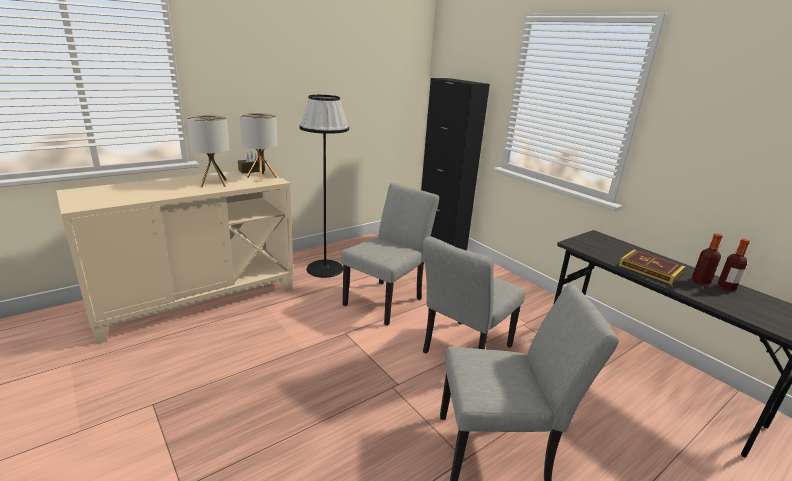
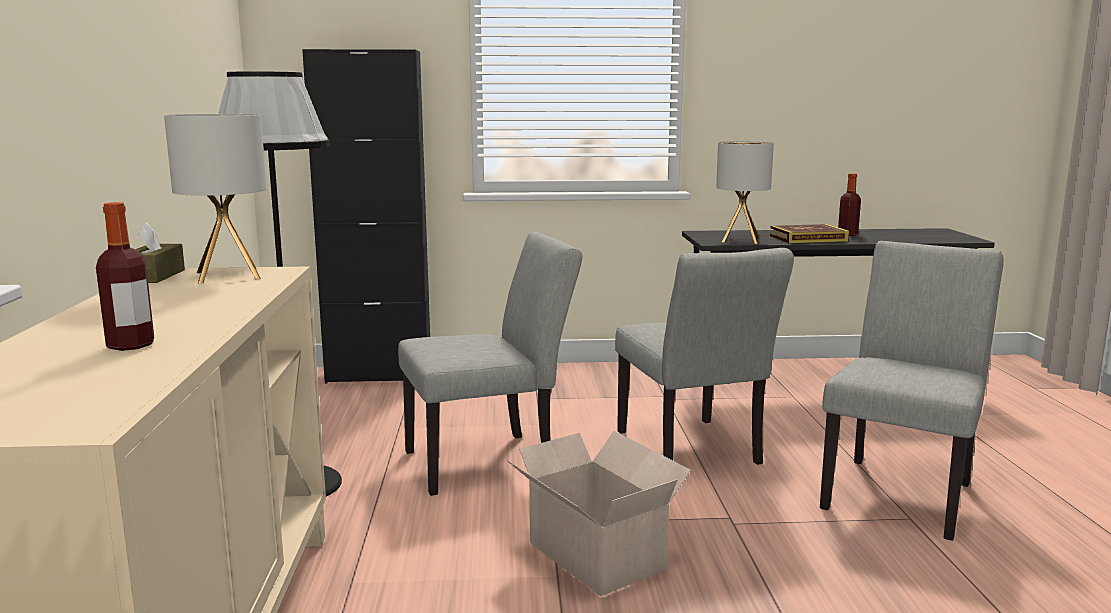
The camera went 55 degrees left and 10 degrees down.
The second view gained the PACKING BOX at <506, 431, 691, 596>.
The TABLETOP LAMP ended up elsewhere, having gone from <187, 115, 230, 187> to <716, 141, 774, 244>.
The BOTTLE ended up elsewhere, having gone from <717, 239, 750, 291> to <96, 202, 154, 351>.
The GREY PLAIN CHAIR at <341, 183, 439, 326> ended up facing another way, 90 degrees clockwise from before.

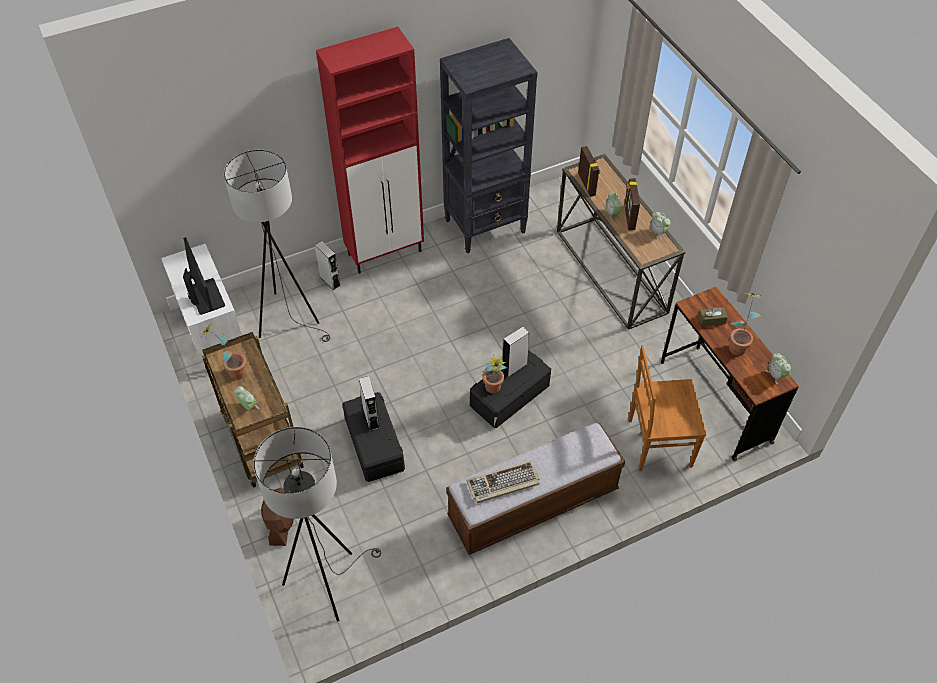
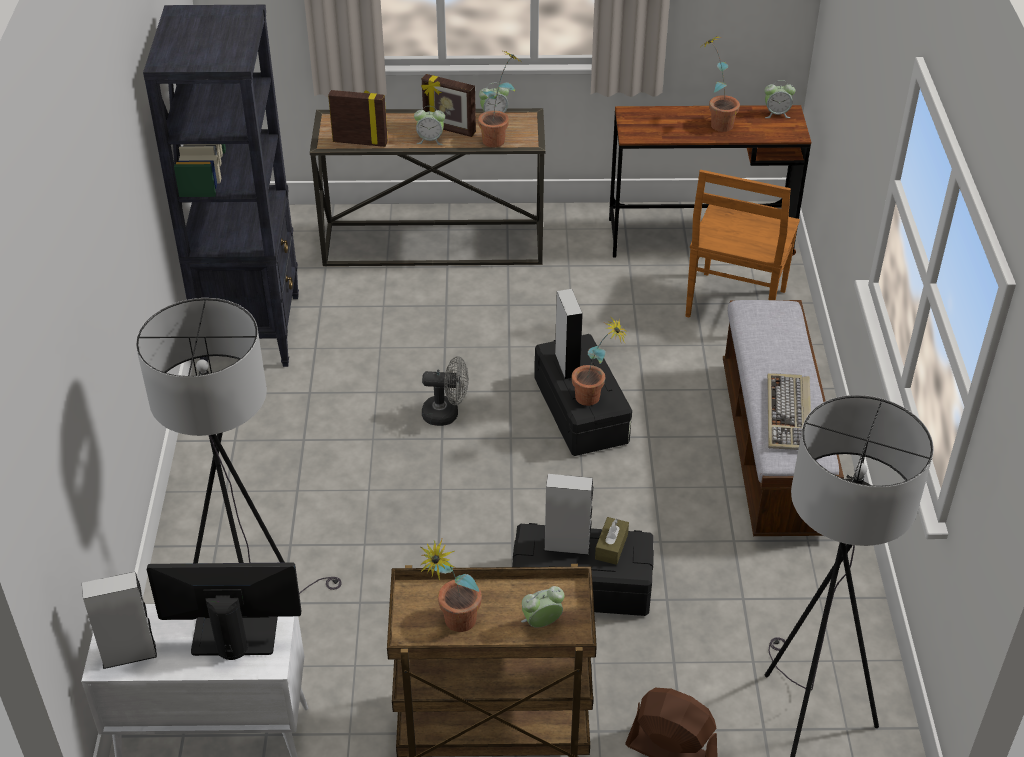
The camera went 65 degrees left and 10 degrees down.
The second view lost the RED-COLOURED STORAGE CABINET at <316, 27, 424, 274>.
The second view gained the GREY COOLING FAN at <422, 356, 469, 426>.
The second view gained the HOUSEPLANT at <478, 51, 520, 147>.
The GREY LOUDSPEAKER ended up elsewhere, having gone from <315, 241, 341, 290> to <82, 572, 157, 669>.
The BROWN TISSUE HOLDER ended up elsewhere, having gone from <698, 307, 728, 326> to <595, 517, 629, 565>.

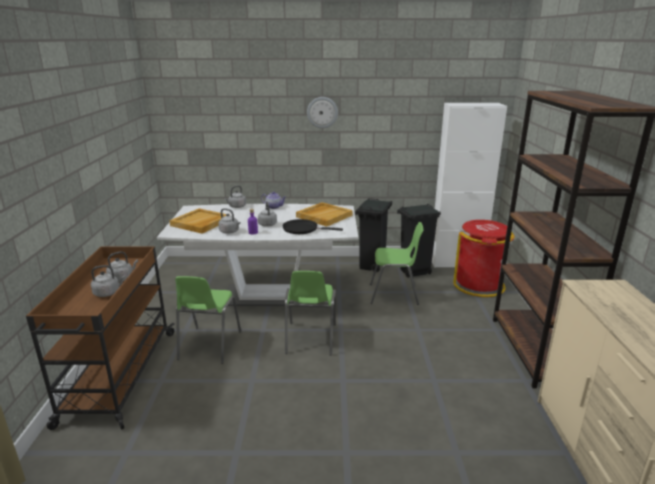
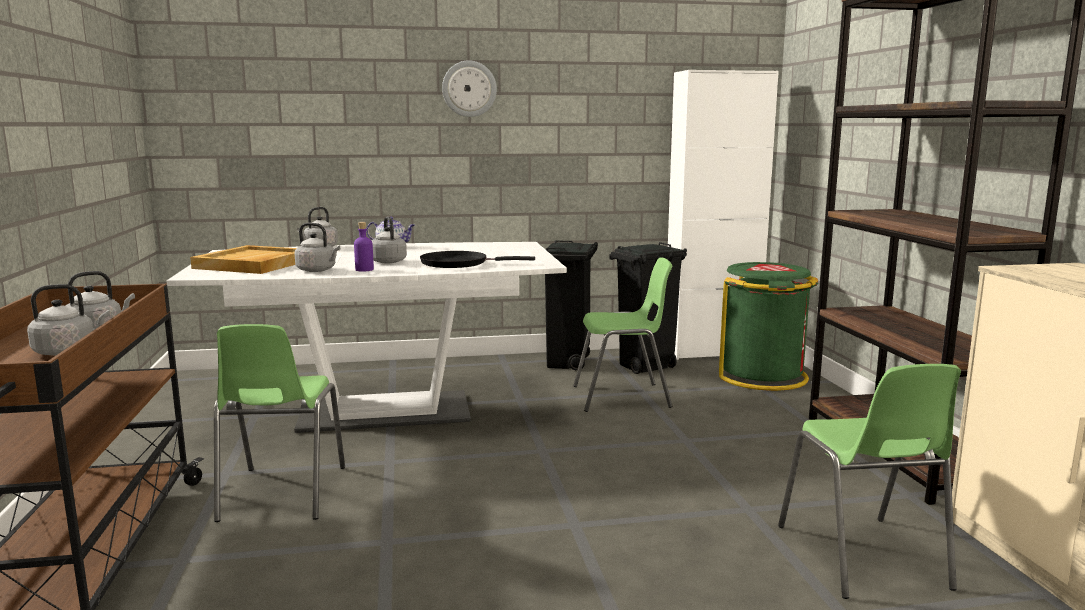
The camera went 10 degrees left and 10 degrees down.
The second view lost the BEIGE-COLOURED SERVING TRAY at <296, 202, 353, 227>.
The GREENISH PLAIN CHAIR ended up elsewhere, having gone from <285, 271, 336, 356> to <778, 364, 961, 599>.
What was the RED-COLOURED RUBBISH BIN at <453, 220, 515, 297> turned into the GREENISH RUBBISH BIN at <719, 262, 818, 391>.

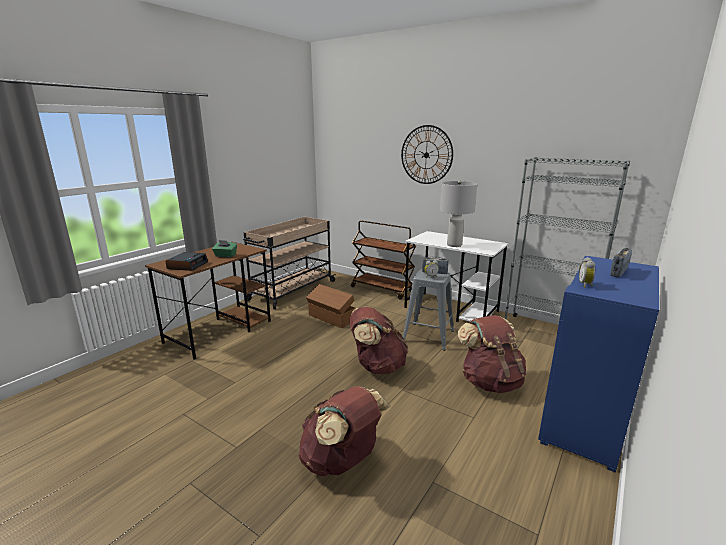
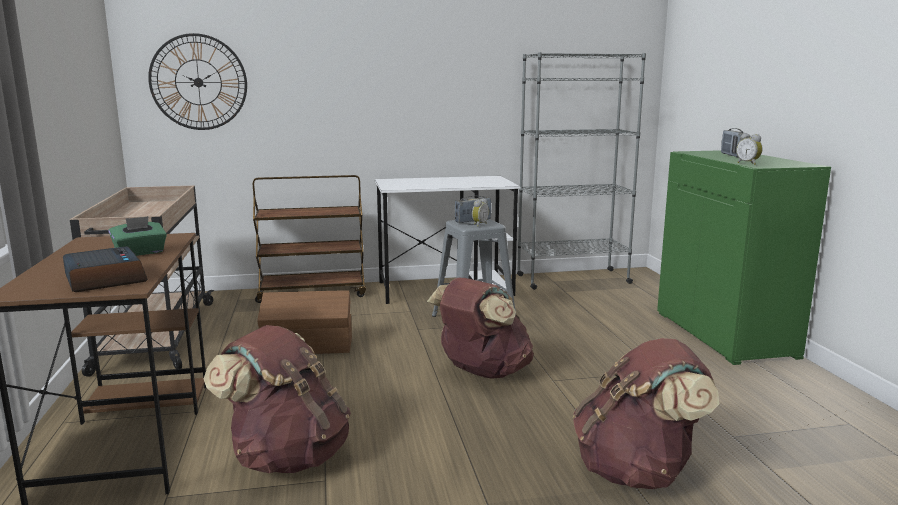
The camera went 45 degrees left and 5 degrees down.
The second view lost the GREY TABLETOP LAMP at <440, 180, 477, 247>.
The CLOCK ON THE WALL ended up elsewhere, having gone from <401, 125, 453, 184> to <148, 33, 247, 130>.
The BROWN KNAPSACK ended up elsewhere, having gone from <458, 315, 526, 394> to <204, 325, 351, 473>.
What was the BLUISH STORAGE CABINET at <538, 256, 659, 473> turned into the GREENISH STORAGE CABINET at <657, 150, 831, 365>.

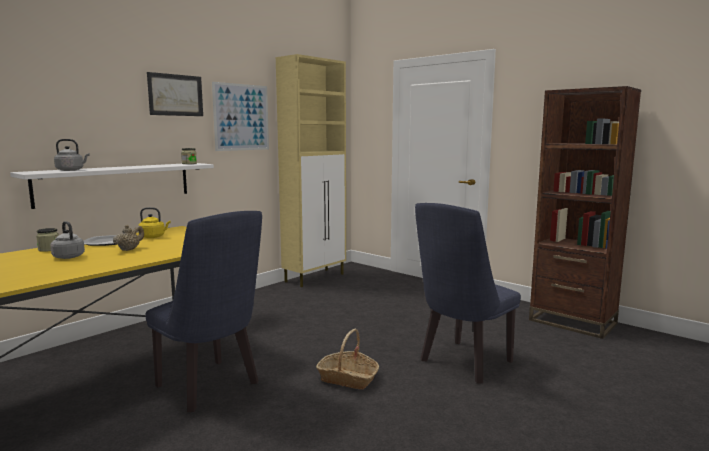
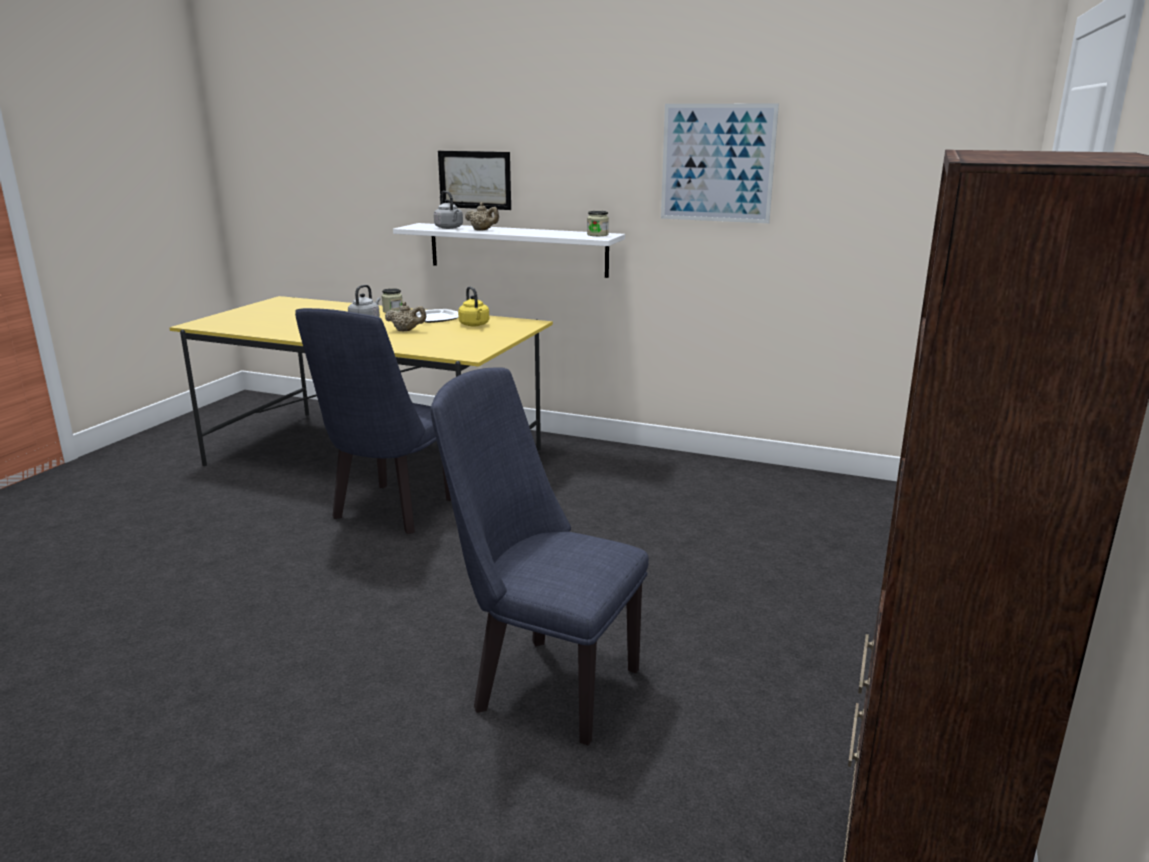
The camera went 70 degrees right and 10 degrees up.
The second view lost the BEIGE-COLOURED STORAGE CABINET at <276, 54, 346, 287>.
The second view lost the STORAGE BASKET at <316, 329, 379, 390>.
The second view gained the BEIGE-COLOURED TEAPOT at <465, 202, 499, 231>.
The WALL PICTURE ended up elsewhere, having gone from <147, 72, 203, 116> to <438, 151, 511, 210>.

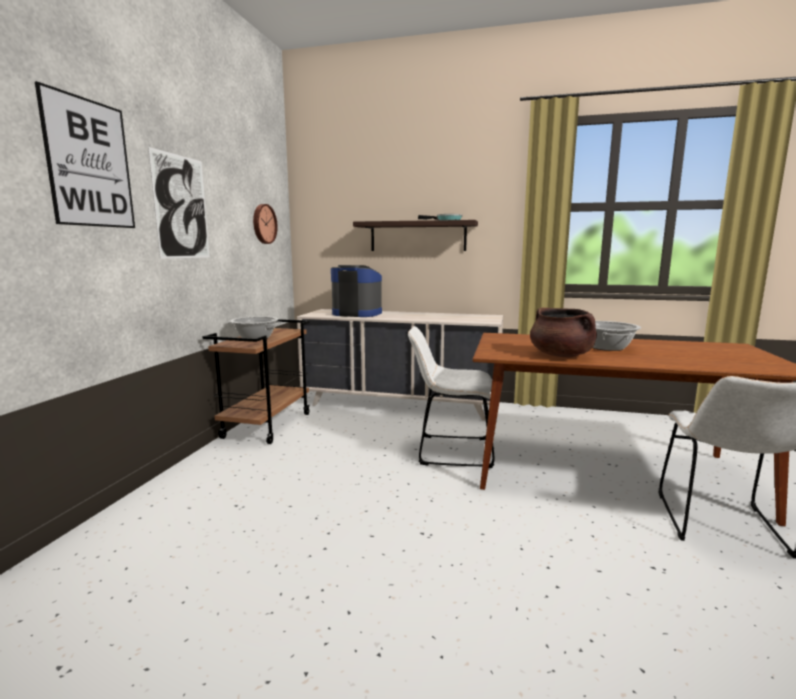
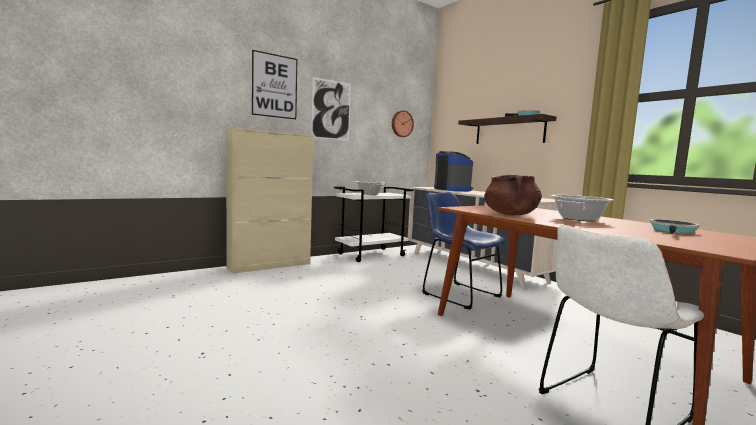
The camera went 40 degrees right and 5 degrees down.
The second view gained the BEIGE-COLOURED STORAGE CABINET at <226, 128, 313, 274>.
The second view gained the PAN at <650, 219, 699, 234>.
What was the BROWN TROLLEY at <202, 319, 310, 444> turned into the WHITISH TROLLEY at <334, 187, 414, 262>.
What was the WHITISH PLAIN CHAIR at <408, 326, 495, 468> turned into the BLUISH PLAIN CHAIR at <422, 192, 506, 310>.

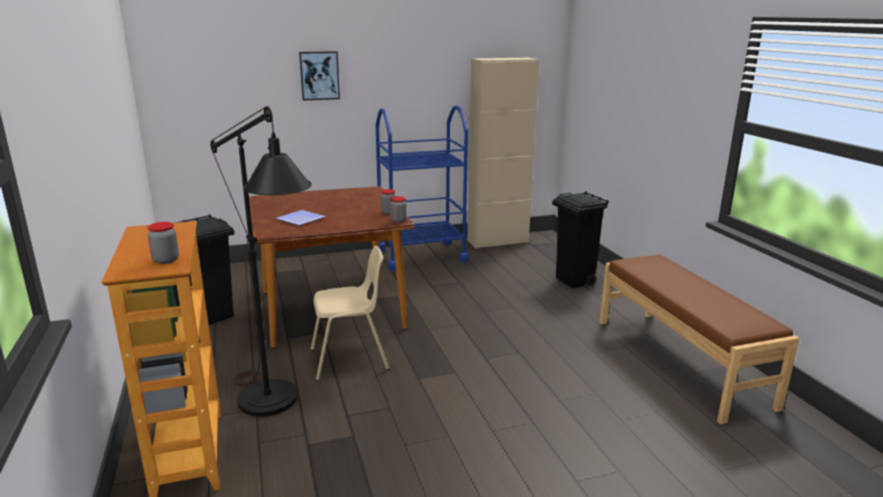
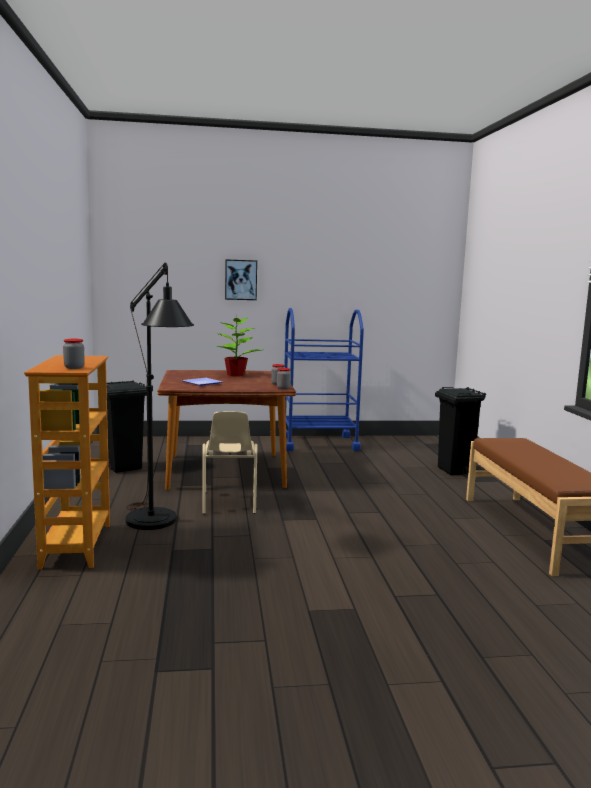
The camera went 10 degrees right and 10 degrees down.
The second view lost the BEIGE-COLOURED STORAGE CABINET at <467, 58, 539, 249>.
The second view gained the HOUSEPLANT at <216, 316, 262, 377>.
The BEIGE-COLOURED PLAIN CHAIR at <311, 246, 390, 381> ended up facing another way, 90 degrees clockwise from before.

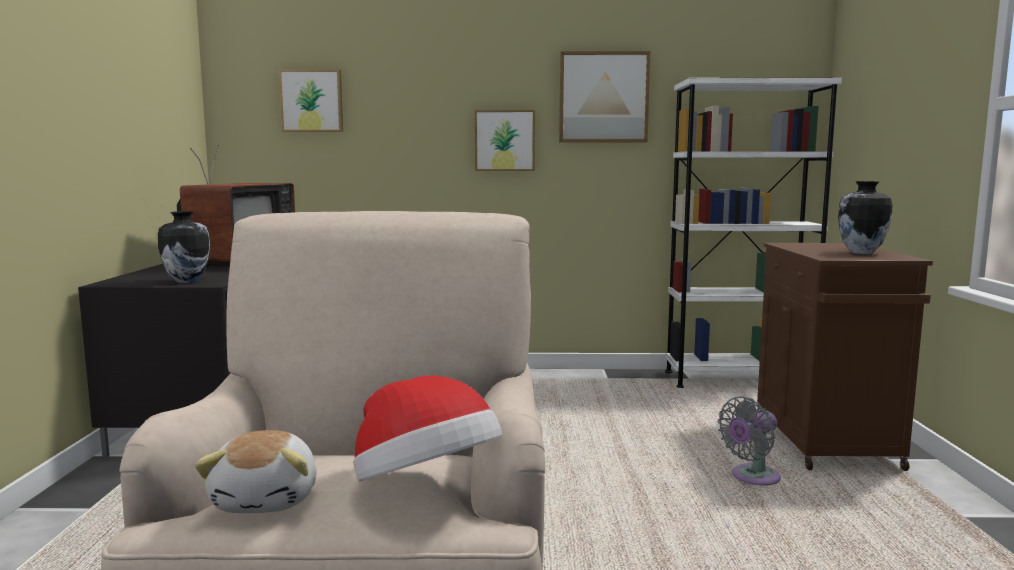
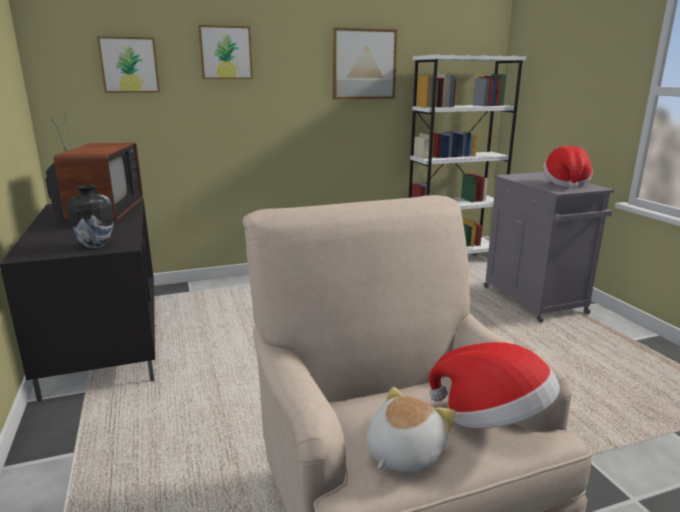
The camera went 20 degrees left and 10 degrees up.
The second view lost the GREY COOLING FAN at <718, 397, 781, 485>.
The WALL PICTURE ended up elsewhere, having gone from <475, 110, 535, 171> to <198, 25, 253, 79>.
Where the VASE stood at <838, 181, 892, 254>, the WEARABLE HAT came to stand at <543, 146, 593, 189>.
What was the BROWN STORAGE CABINET at <756, 243, 933, 471> turned into the GREY STORAGE CABINET at <484, 172, 614, 323>.
The CUDDLY TOY at <195, 430, 317, 513> ended up facing another way, 120 degrees counterclockwise from before.

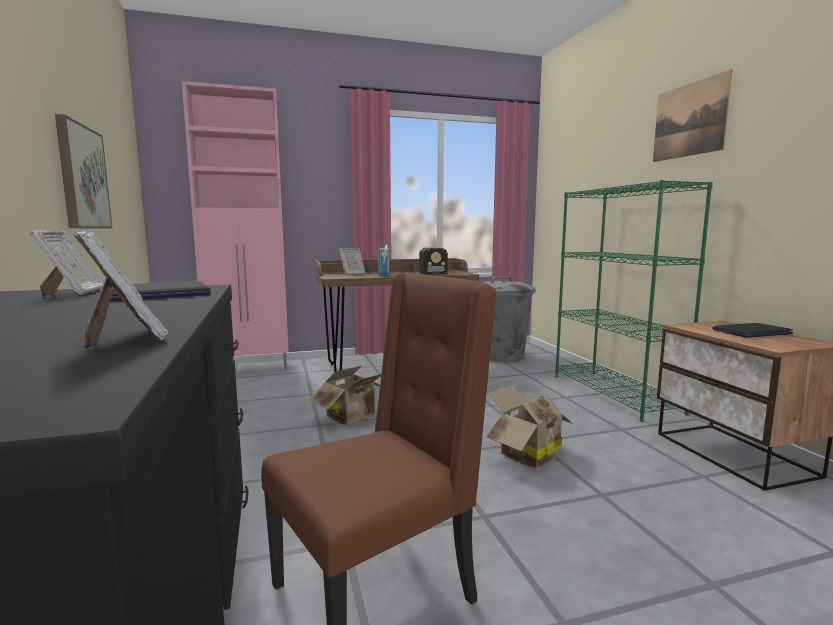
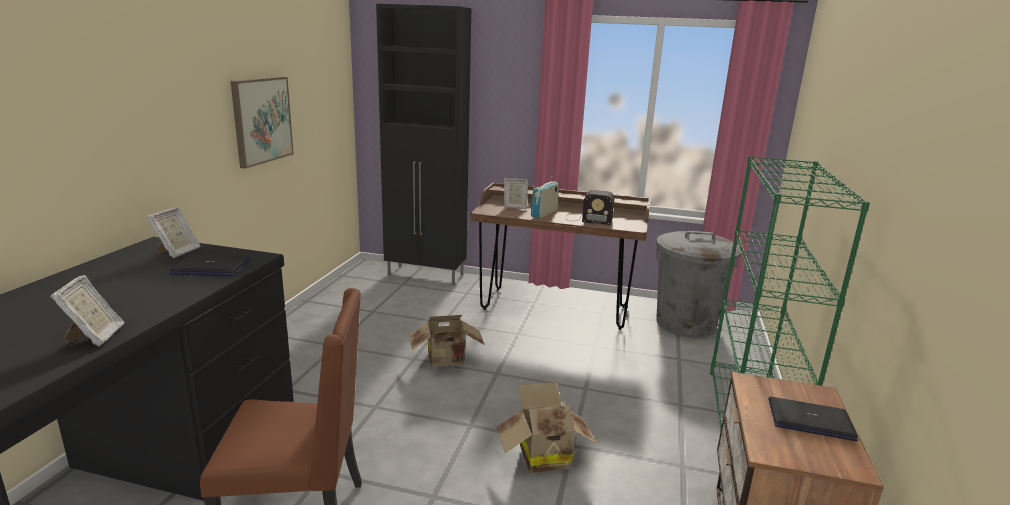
The camera went 30 degrees right and 10 degrees up.
The second view lost the WALL PICTURE at <653, 69, 732, 162>.
What was the PINK-COLOURED STORAGE CABINET at <182, 81, 289, 370> turned into the BLACK STORAGE CABINET at <376, 4, 471, 285>.

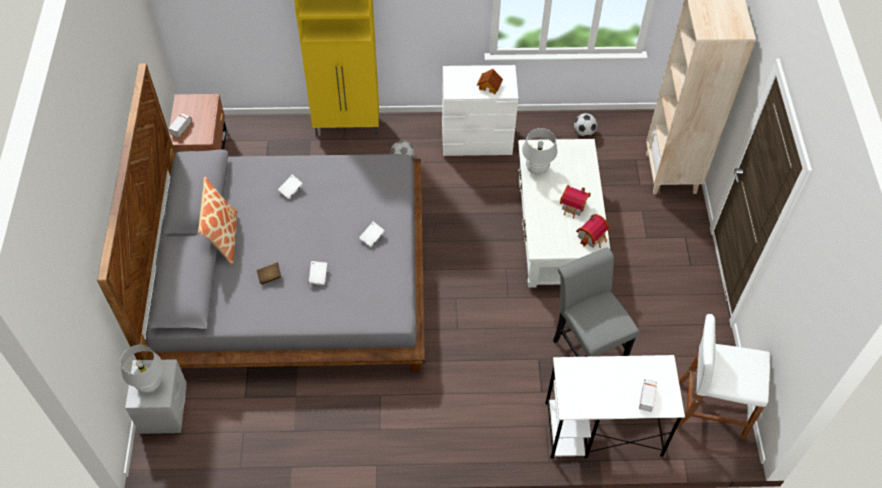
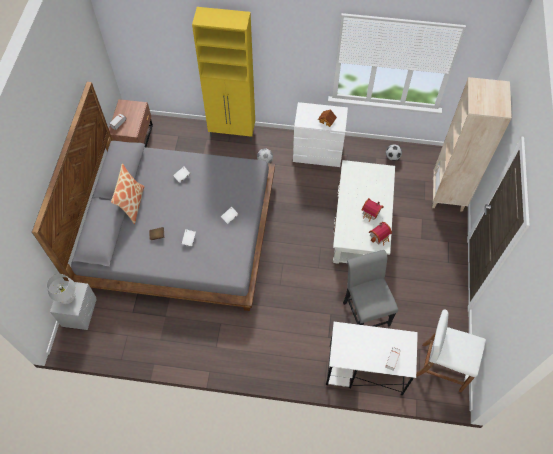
The camera went 10 degrees right and 5 degrees up.
The second view lost the WHITISH TABLETOP LAMP at <522, 128, 557, 175>.

